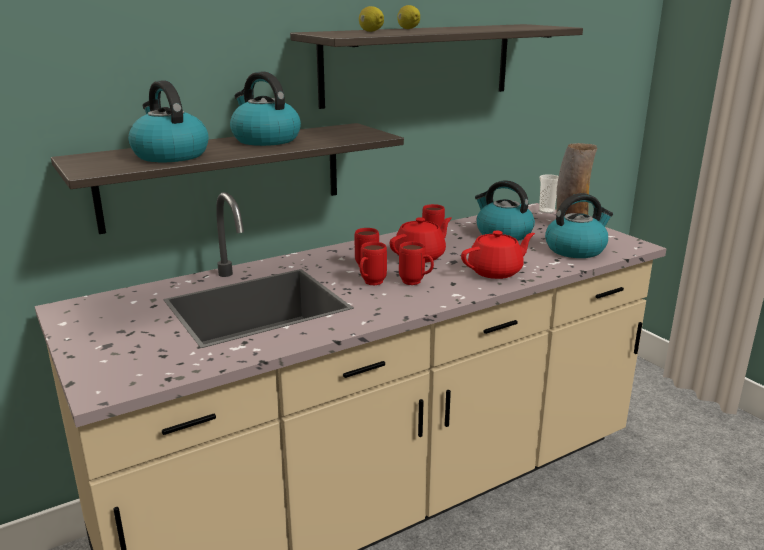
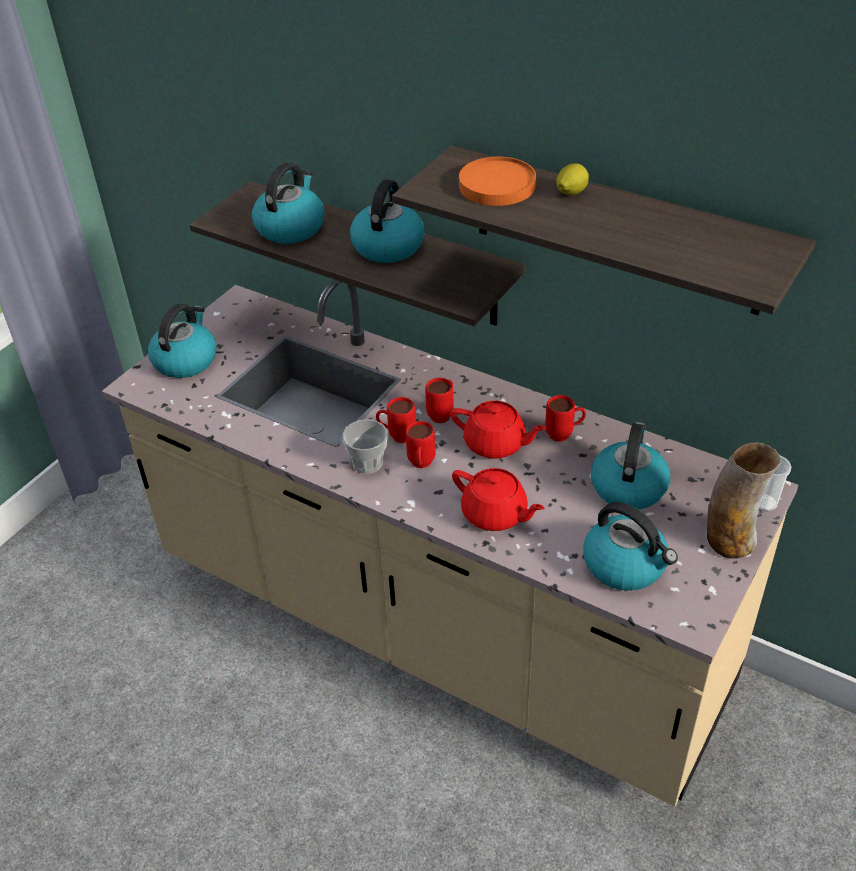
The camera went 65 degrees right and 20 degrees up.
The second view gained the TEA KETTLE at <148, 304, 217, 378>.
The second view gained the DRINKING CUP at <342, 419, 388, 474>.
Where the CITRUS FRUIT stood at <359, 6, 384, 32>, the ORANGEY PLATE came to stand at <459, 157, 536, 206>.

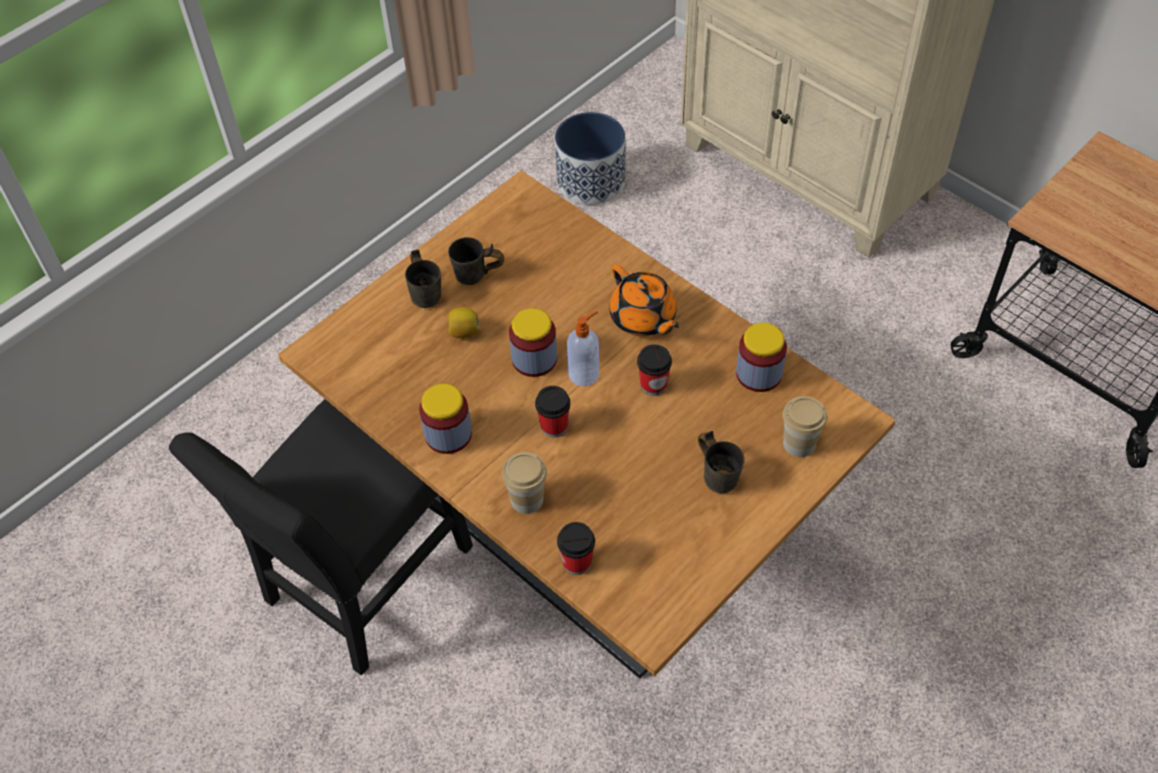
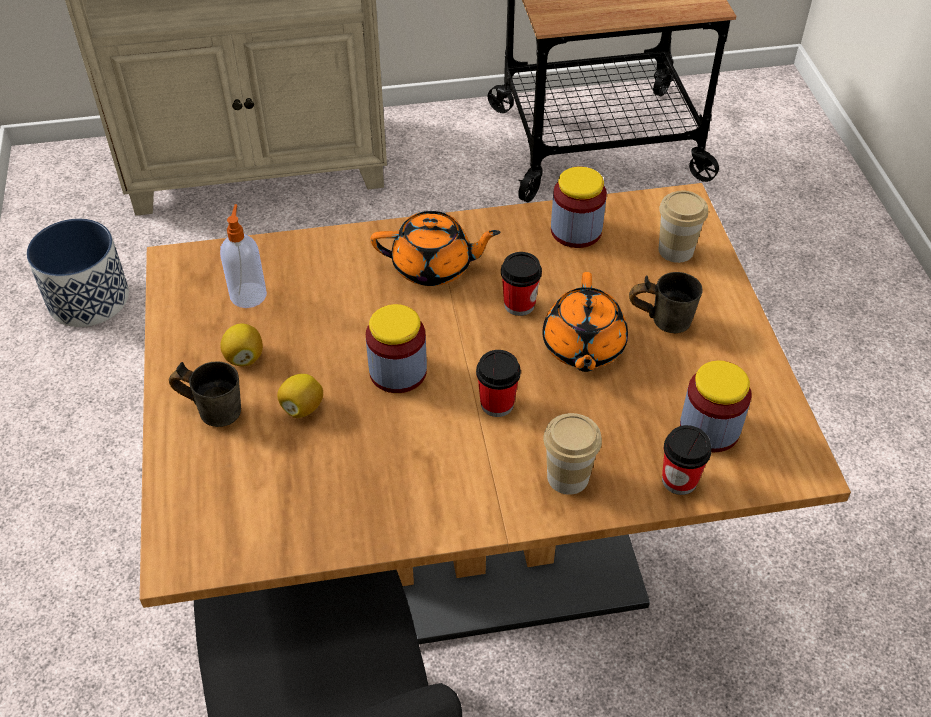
The camera went 55 degrees left and 5 degrees down.
The second view gained the ORANGEY TEAPOT at <542, 272, 628, 372>.
The PRESERVE JAR ended up elsewhere, having gone from <419, 384, 472, 454> to <680, 360, 752, 452>.
The SOAP DISPENSER ended up elsewhere, having gone from <567, 311, 599, 386> to <220, 204, 267, 308>.
Where the GREY MUG stood at <448, 237, 504, 285>, the CITRUS FRUIT came to stand at <220, 323, 263, 367>.

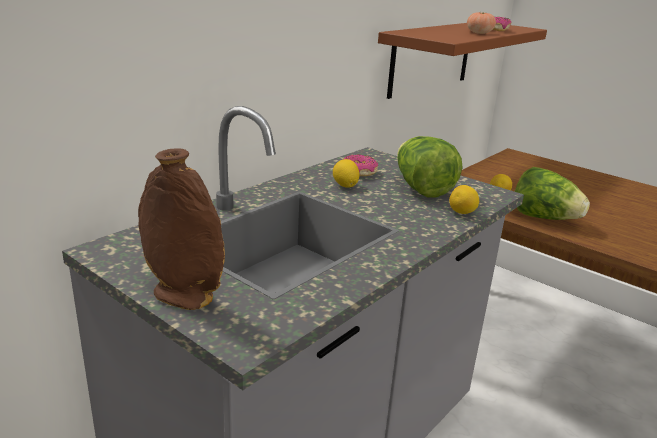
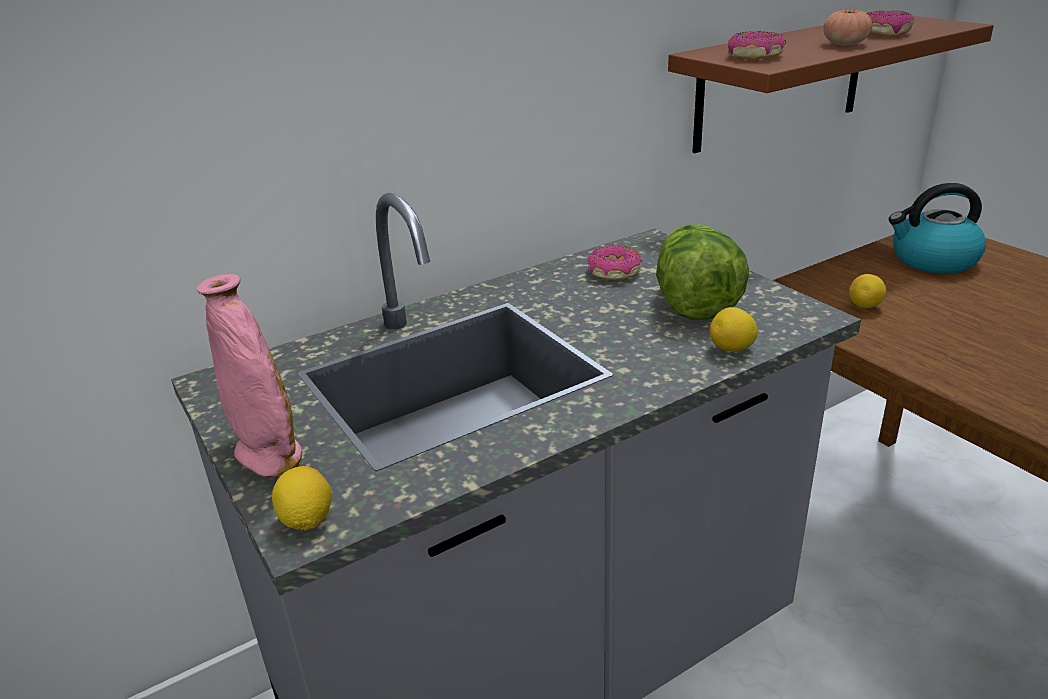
The camera went 20 degrees right and 5 degrees up.
The second view lost the HEAD OF LETTUCE at <515, 167, 590, 220>.
The second view gained the RING DOUGHNUT at <728, 31, 786, 59>.
The second view gained the TEA KETTLE at <889, 183, 986, 274>.
The CITRUS FRUIT ended up elsewhere, having gone from <333, 159, 360, 188> to <272, 466, 332, 530>.
What was the BROWN VASE at <138, 148, 225, 310> turned into the PINK-COLOURED VASE at <197, 274, 302, 477>.

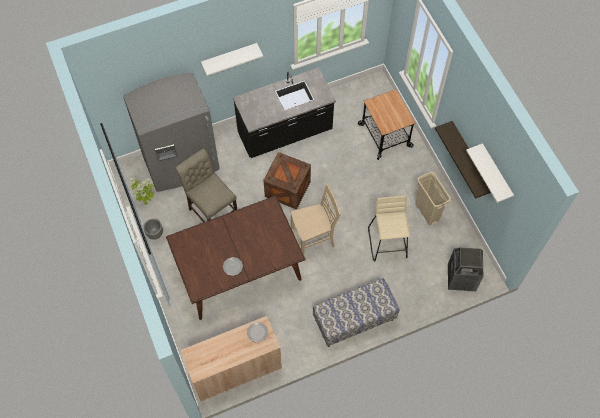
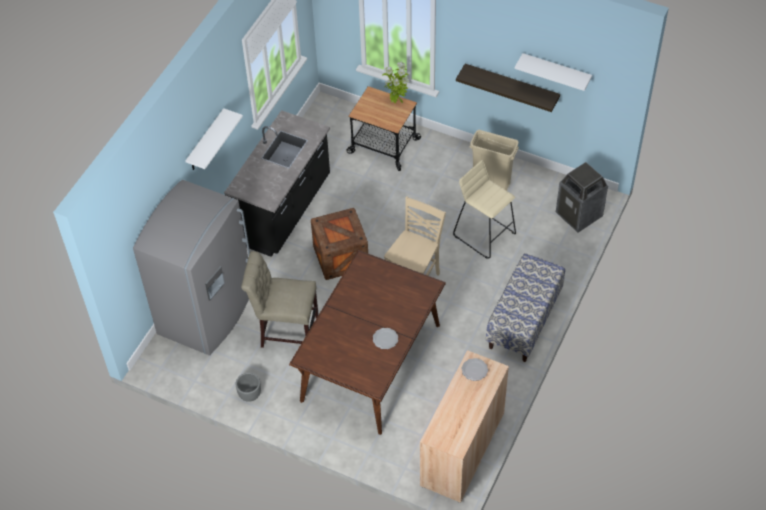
The camera went 40 degrees left and 10 degrees down.
The HOUSEPLANT ended up elsewhere, having gone from <129, 177, 155, 205> to <382, 61, 409, 104>.

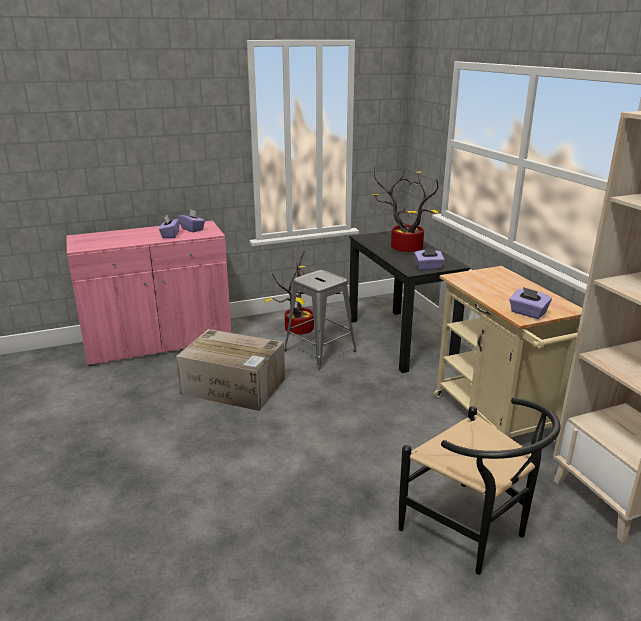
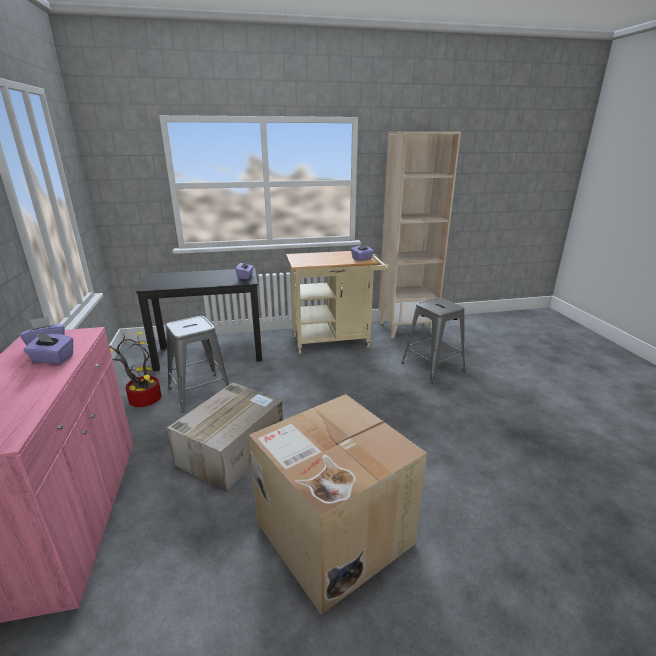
The camera went 80 degrees left and 0 degrees up.
The second view lost the HOUSEPLANT at <371, 167, 439, 252>.
The second view gained the PACKING BOX at <249, 394, 427, 615>.
Where the BLACK PLAIN CHAIR stood at <399, 398, 561, 575>, the GREY STOOL came to stand at <401, 298, 465, 383>.

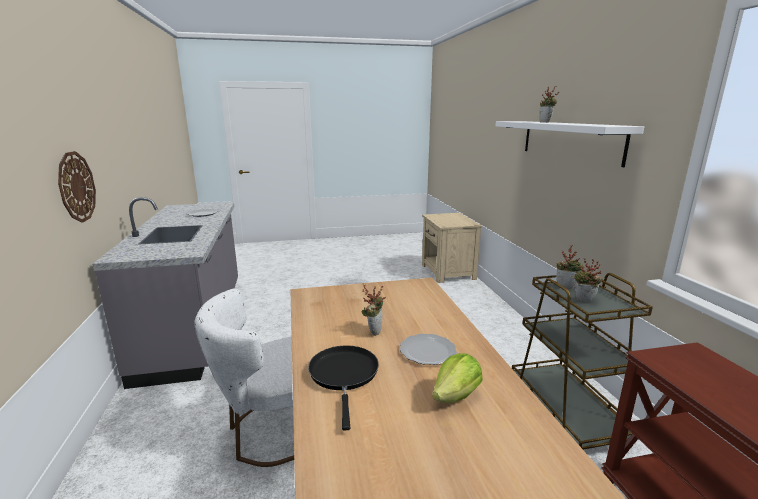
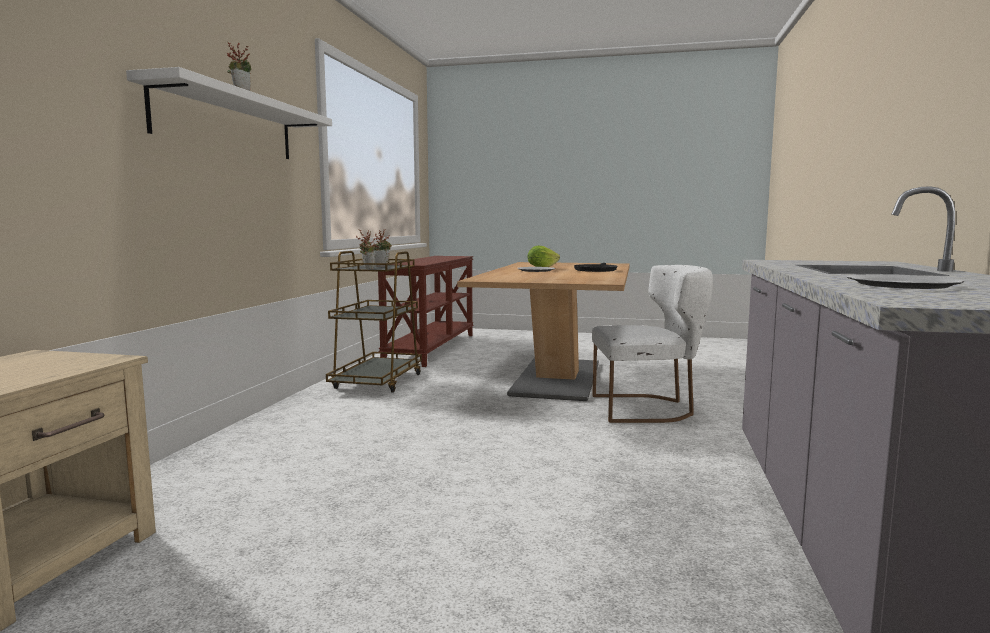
The camera went 155 degrees left and 10 degrees down.
The second view lost the CLOCK ON THE WALL at <58, 151, 96, 223>.
The second view lost the HOUSEPLANT at <362, 283, 386, 336>.

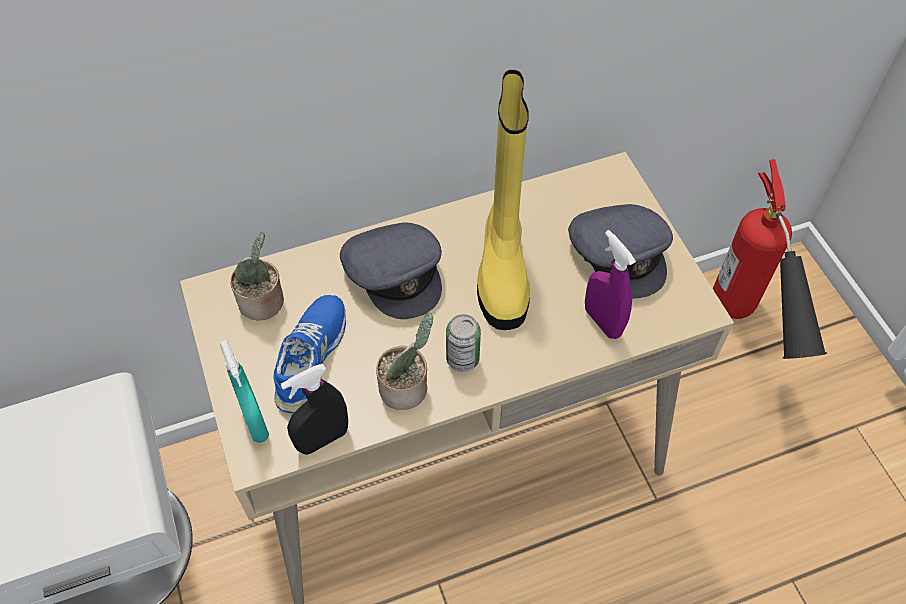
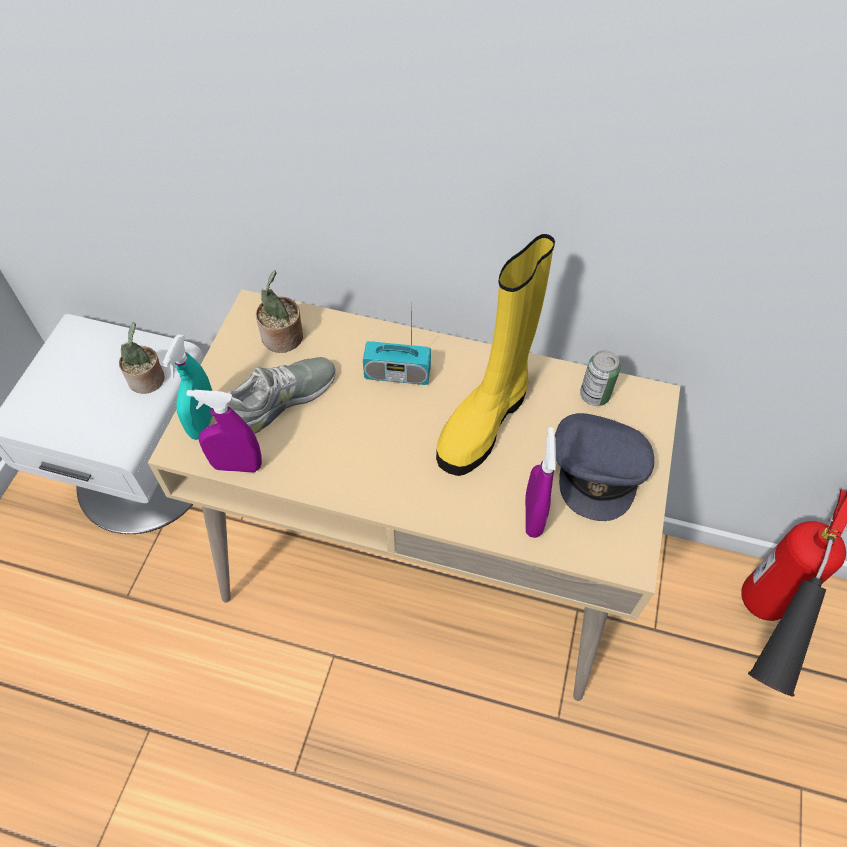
The camera went 35 degrees right and 0 degrees up.
The HOUSEPLANT ended up elsewhere, having gone from <376, 313, 433, 410> to <119, 322, 165, 394>.
The METAL CAN ended up elsewhere, having gone from <446, 314, 481, 372> to <580, 350, 621, 406>.
Where the GREY BASEBALL CAP stood at <340, 222, 442, 319>, the RADIO SET came to stand at <363, 301, 431, 385>.
What was the BLUISH SHOE at <273, 295, 346, 413> turned into the GREY SHOE at <226, 357, 336, 434>.
What was the BLACK SPRAYER at <281, 364, 348, 455> turned into the PURPLISH SPRAYER at <187, 390, 262, 472>.

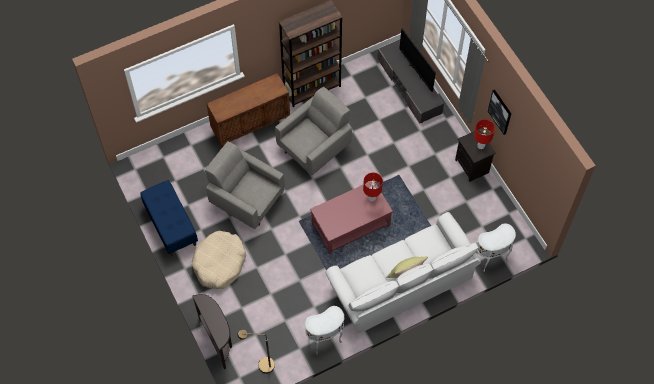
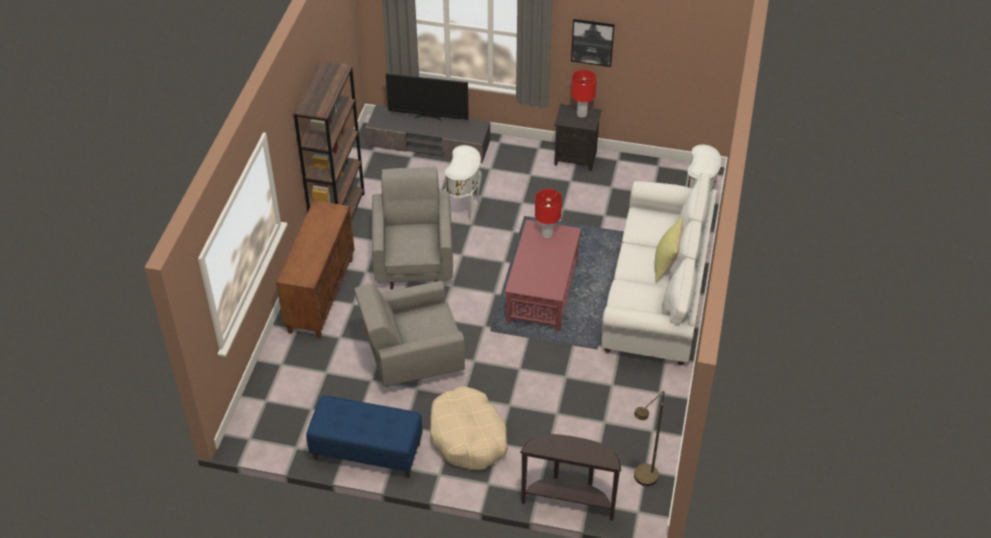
The camera went 50 degrees left and 15 degrees down.
The WHITISH END TABLE ended up elsewhere, having gone from <305, 306, 344, 354> to <444, 145, 482, 225>.

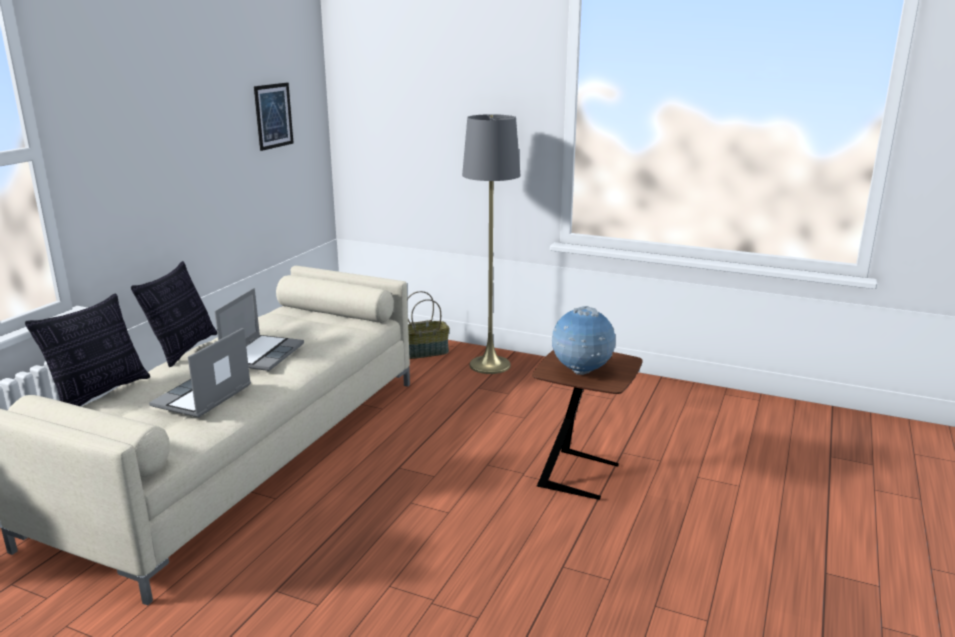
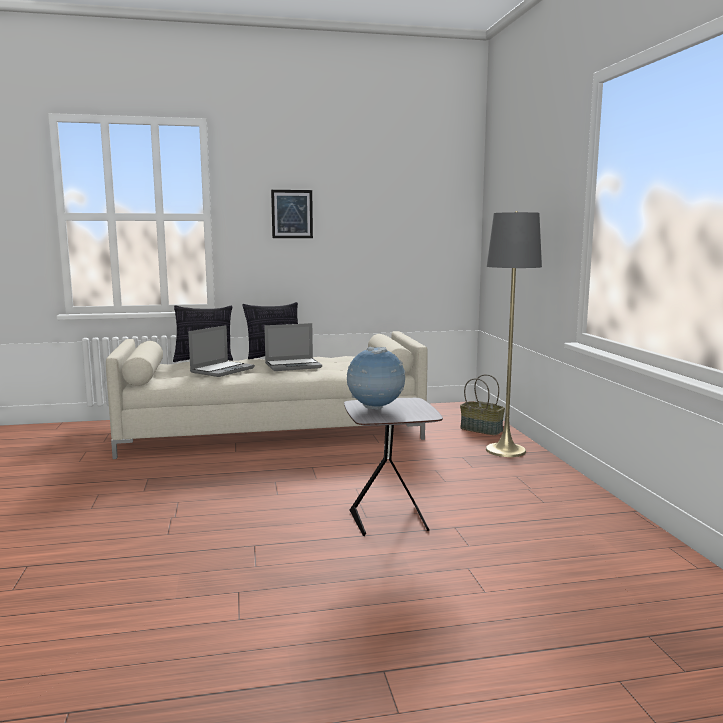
The camera went 55 degrees right and 10 degrees down.
The WALL PICTURE ended up elsewhere, having gone from <254, 82, 293, 151> to <271, 190, 313, 238>.
What was the BROWN END TABLE at <532, 350, 643, 500> turned into the GREY END TABLE at <344, 398, 443, 536>.
The NOTEBOOK COMPUTER at <149, 328, 251, 417> ended up facing another way, 135 degrees clockwise from before.

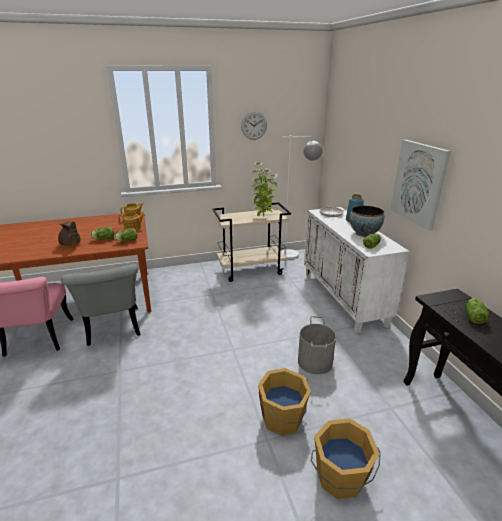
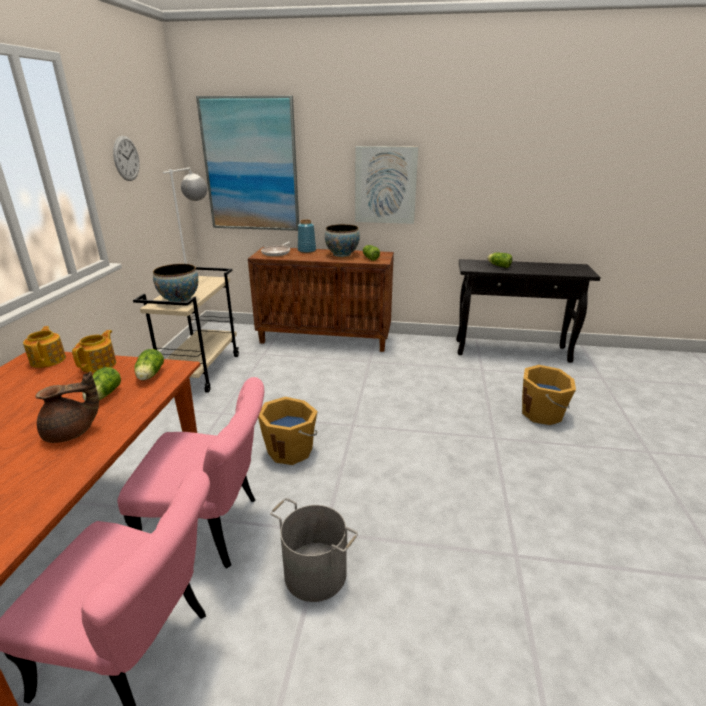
The camera went 65 degrees left and 0 degrees up.
The second view lost the HOUSEPLANT at <251, 162, 278, 217>.
The second view gained the BOWL at <153, 264, 198, 302>.
The second view gained the WALL PICTURE at <196, 96, 299, 231>.
The ORANGEY PAIL ended up elsewhere, having gone from <258, 368, 311, 435> to <258, 397, 318, 465>.
The GREY PAIL ended up elsewhere, having gone from <298, 316, 336, 374> to <270, 498, 358, 602>.
What was the GREY PLAIN CHAIR at <61, 264, 140, 346> turned into the PINK-COLOURED PLAIN CHAIR at <118, 377, 264, 569>.
What was the WHITISH STORAGE CABINET at <304, 207, 409, 334> turned into the BROWN STORAGE CABINET at <248, 247, 394, 352>.

